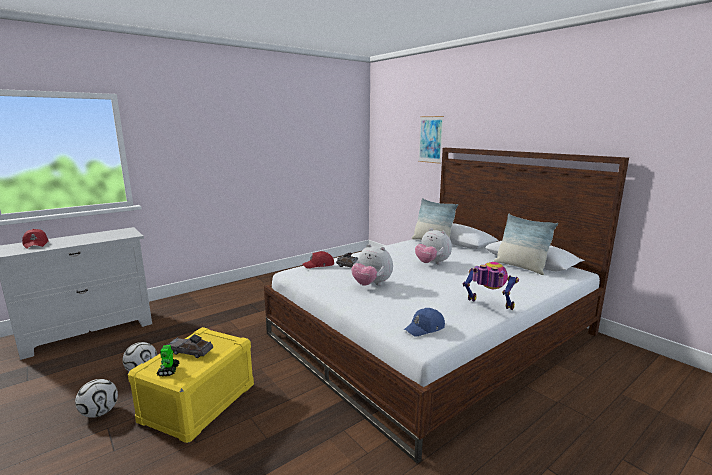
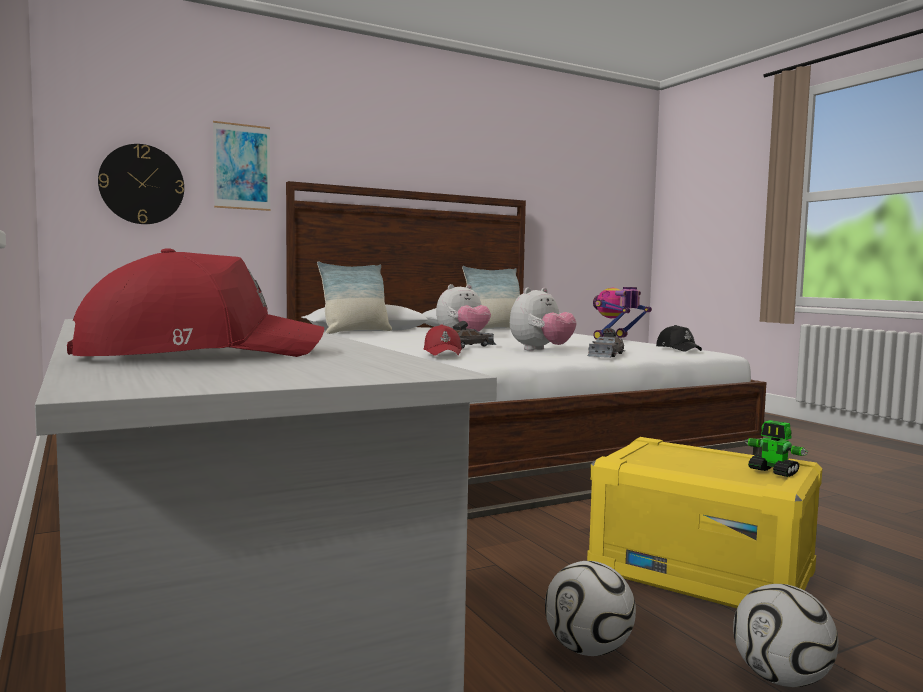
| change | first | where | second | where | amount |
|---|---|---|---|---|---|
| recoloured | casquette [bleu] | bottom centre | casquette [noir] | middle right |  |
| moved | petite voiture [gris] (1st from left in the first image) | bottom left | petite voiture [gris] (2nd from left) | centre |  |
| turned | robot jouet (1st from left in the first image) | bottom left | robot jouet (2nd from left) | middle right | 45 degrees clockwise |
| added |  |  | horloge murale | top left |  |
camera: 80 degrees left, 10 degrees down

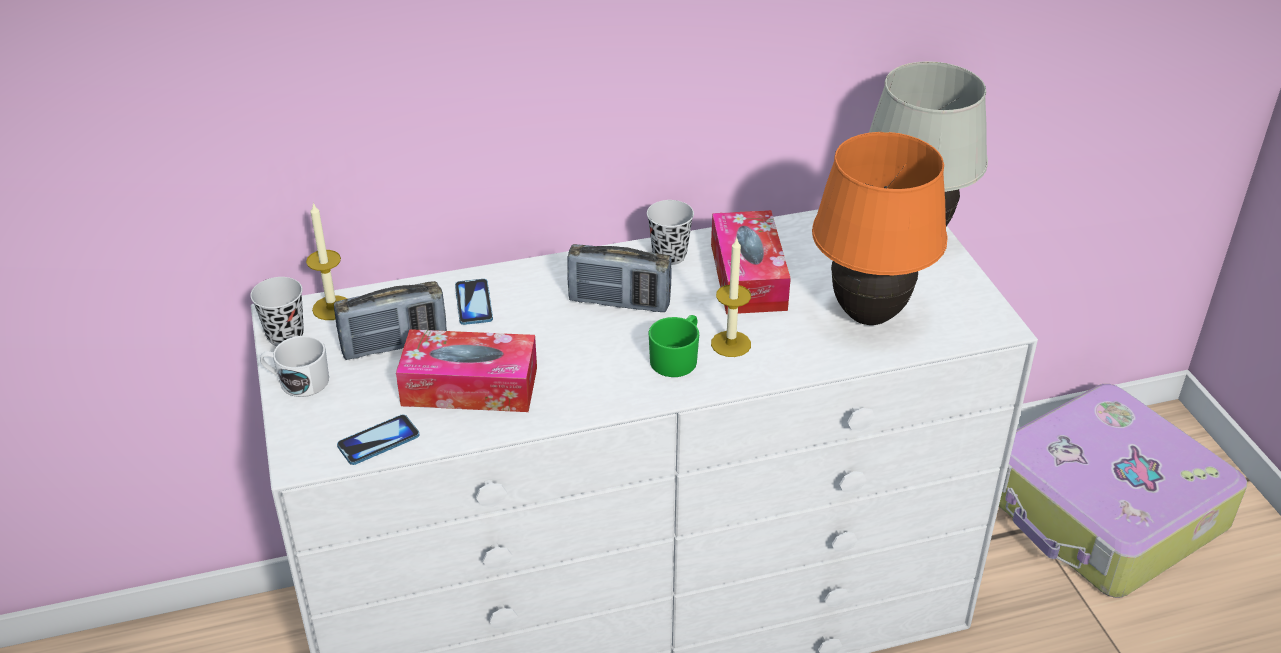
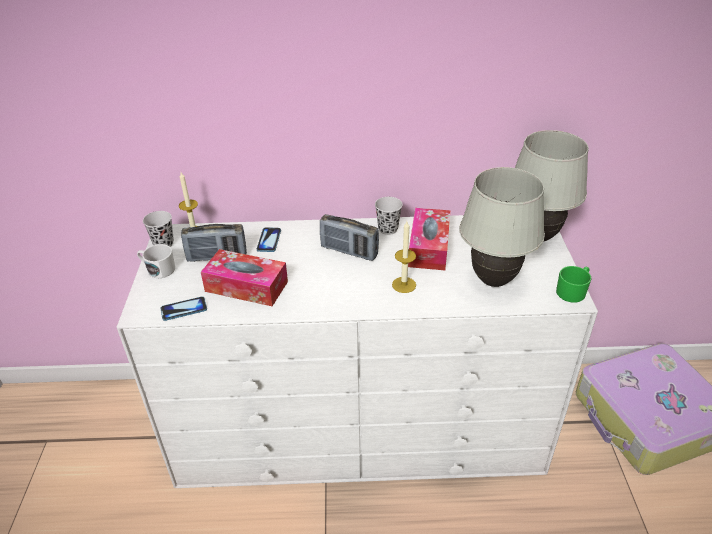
| change | first | where | second | where | amount |
|---|---|---|---|---|---|
| recoloured | lampe de table [orange] | middle right | lampe de table [blanc] (1st from left) | middle right |  |
| moved | mug [vert] | centre |  | middle right |  |
camera: 15 degrees right, 0 degrees up

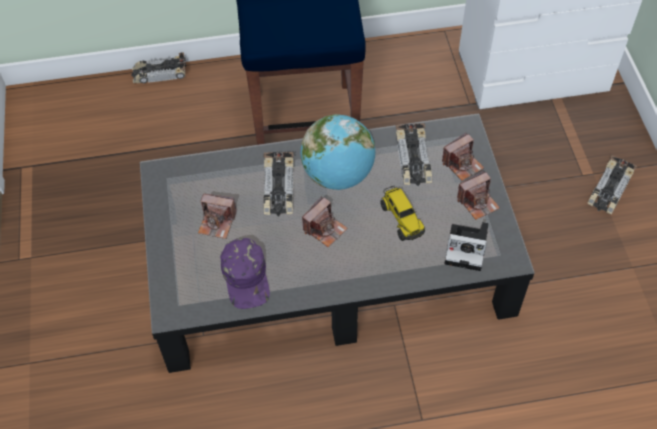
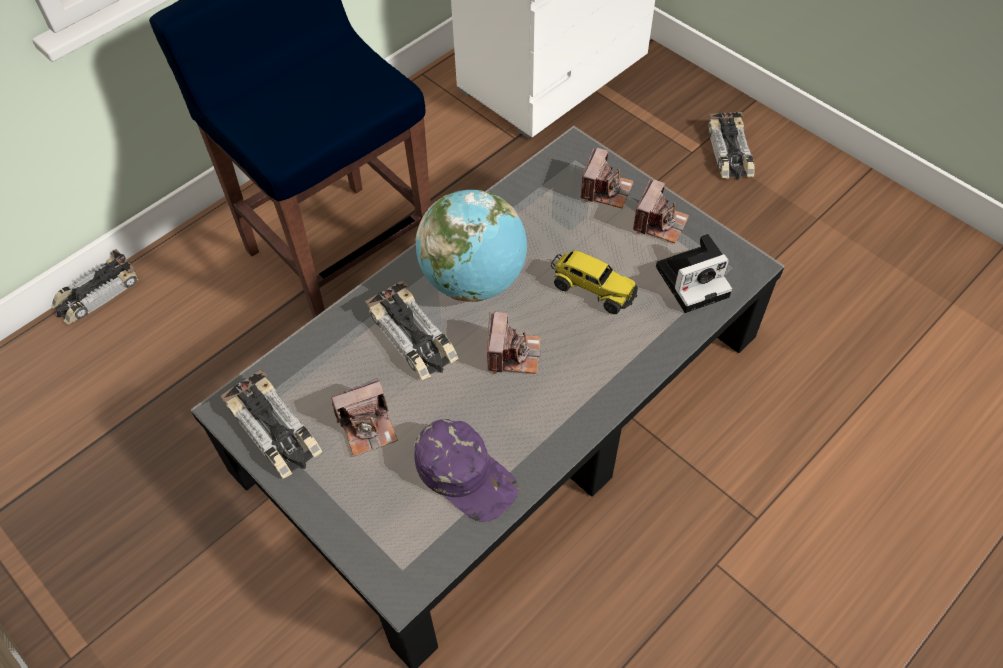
| change | first | where | second | where | amount |
|---|---|---|---|---|---|
| moved | petite voiture (3rd from left in the first image) | centre | petite voiture (2nd from left) | middle left |  |
camera: 35 degrees left, 0 degrees up

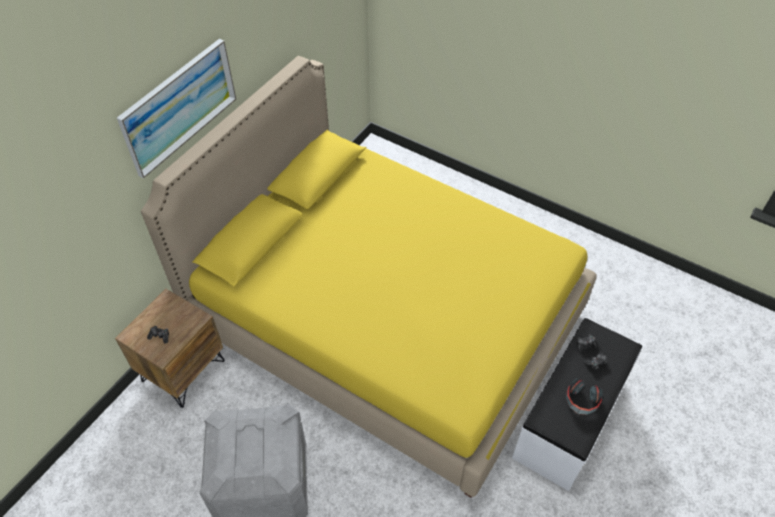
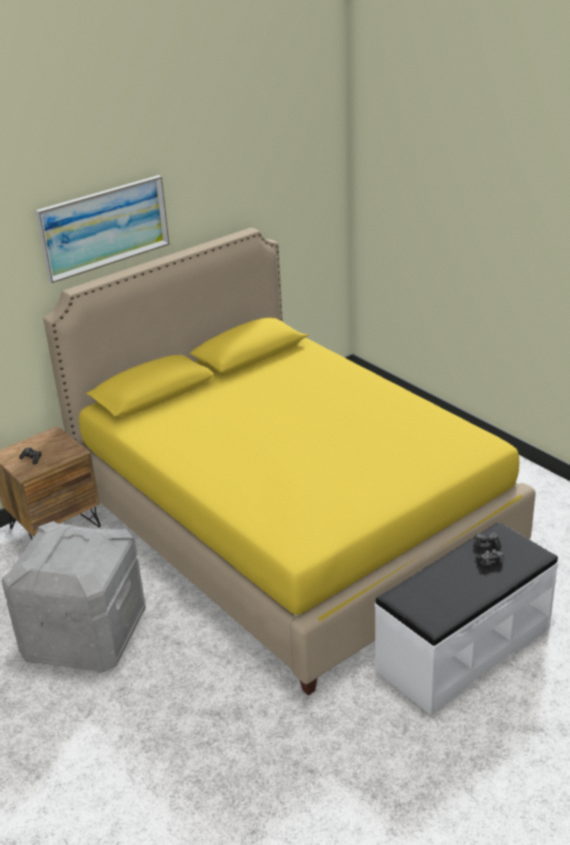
| change | first | where | second | where | amount |
|---|---|---|---|---|---|
| removed | casque audio | bottom right |  |  |  |
camera: 20 degrees right, 20 degrees down

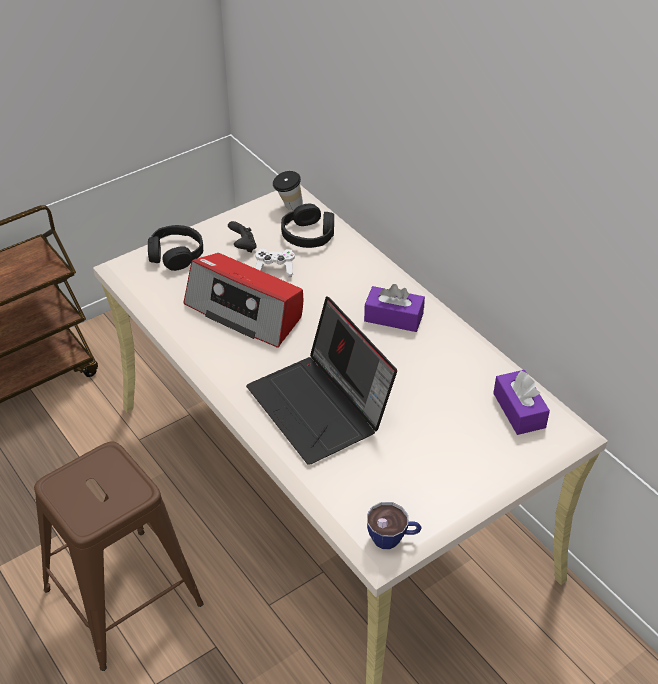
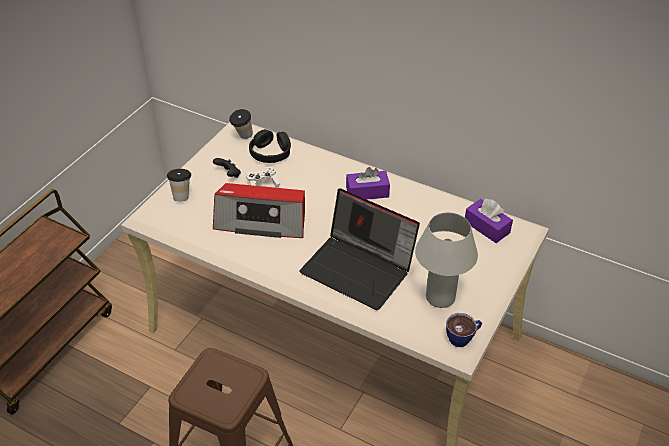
| change | first | where | second | where | amount |
|---|---|---|---|---|---|
| replaced | casque audio [noir] (1st from left) | middle left | tasse (1st from left) | middle left |  |
| added |  |  | lampe de table [blanc] | middle right |  |
camera: 25 degrees left, 0 degrees up

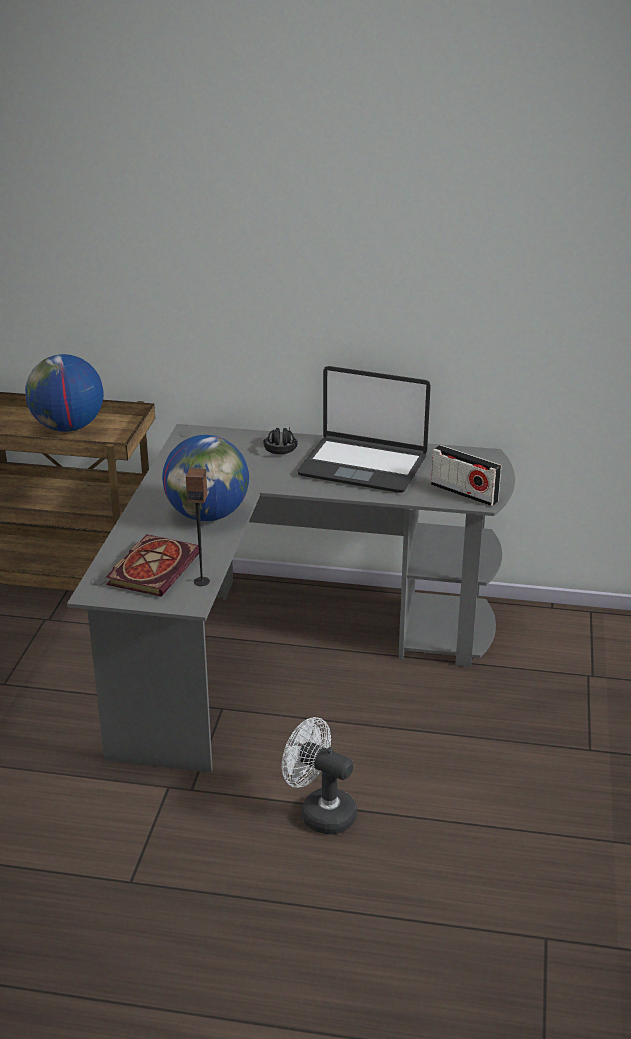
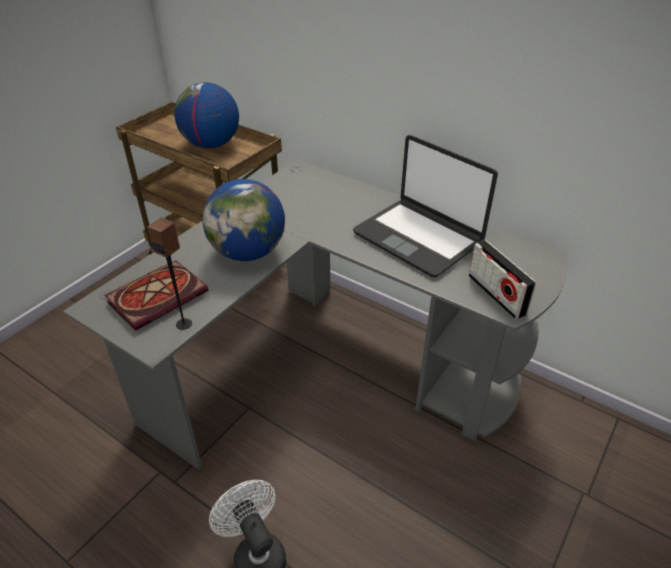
| change | first | where | second | where | amount |
|---|---|---|---|---|---|
| removed | casque audio [noir] | centre |  |  |  |
camera: 25 degrees right, 10 degrees up

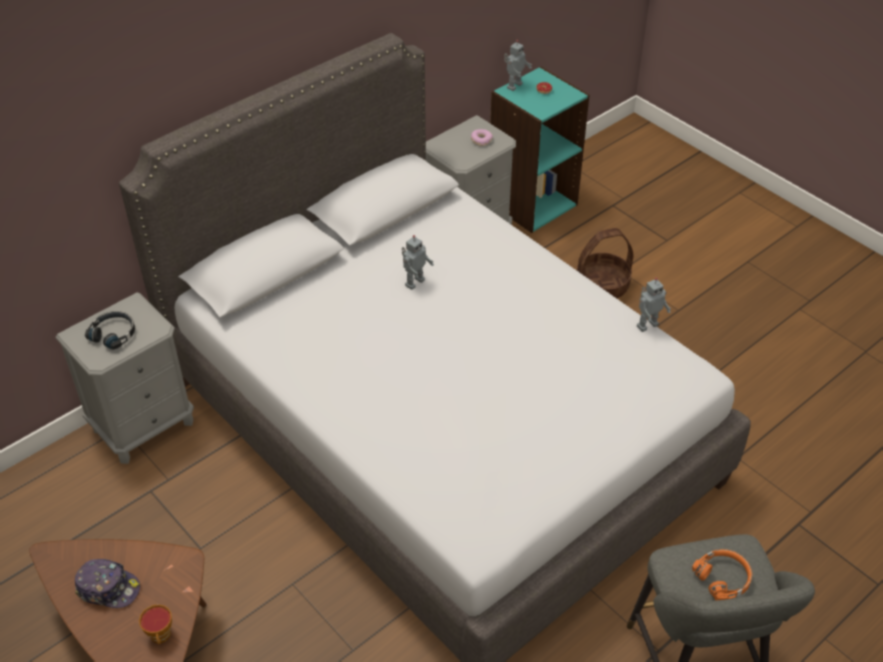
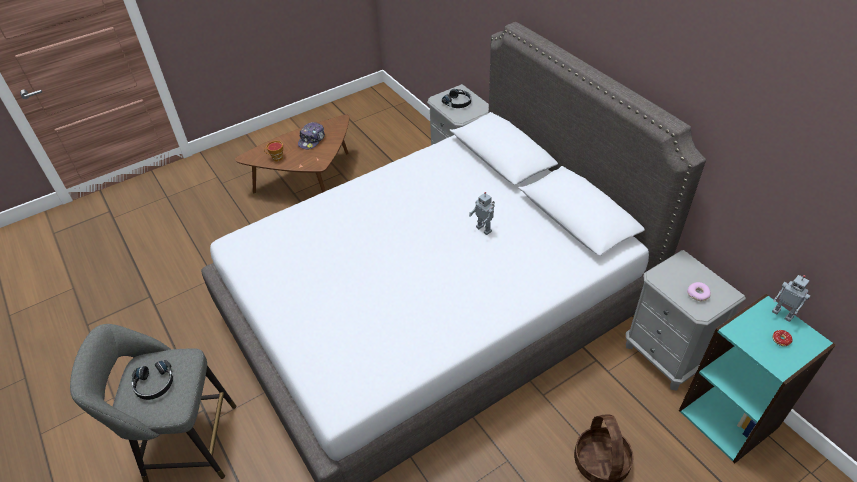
| change | first | where | second | where | amount |
|---|---|---|---|---|---|
| removed | robot jouet (3rd from left) | middle right |  |  |  |
| recoloured | casque audio [orange] | bottom right | casque audio [noir] (1st from left) | bottom left |  |
camera: 100 degrees right, 0 degrees up

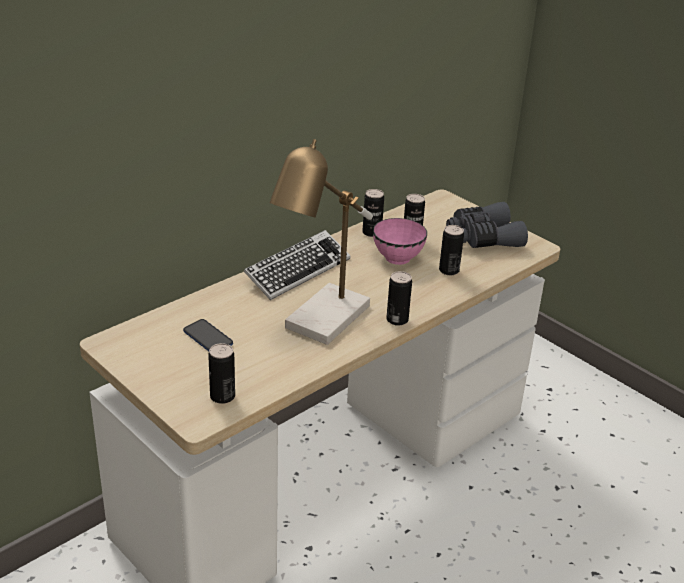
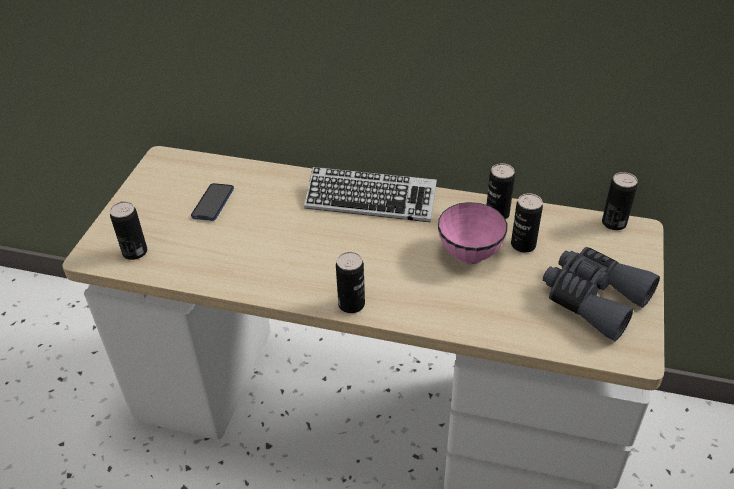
| change | first | where | second | where | amount |
|---|---|---|---|---|---|
| removed | lampe de table | centre |  |  |  |
| moved | boîte métallique (5th from left) | centre |  | middle right |  |
camera: 60 degrees right, 10 degrees up

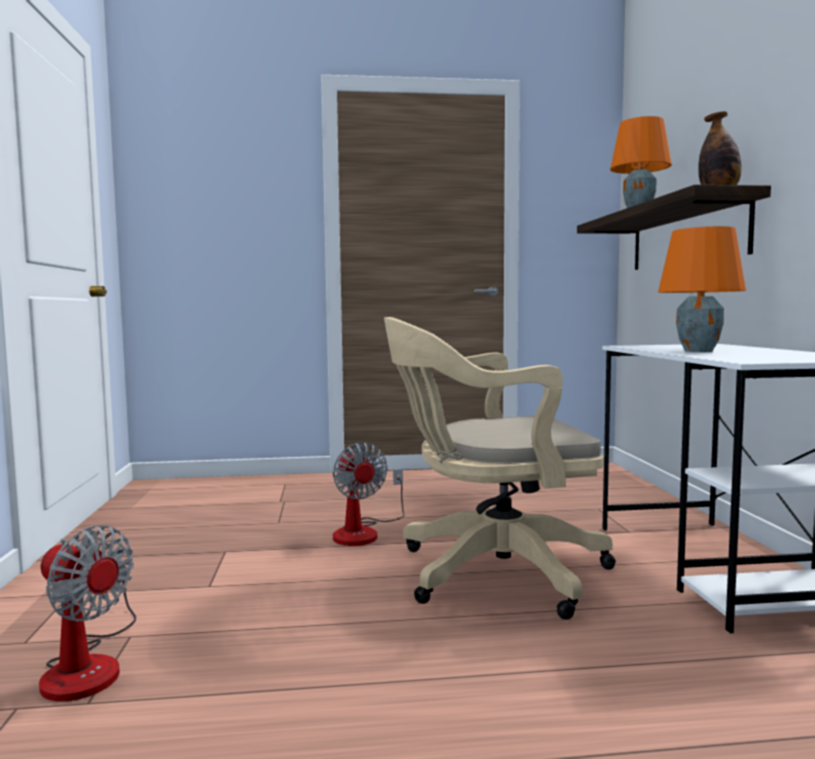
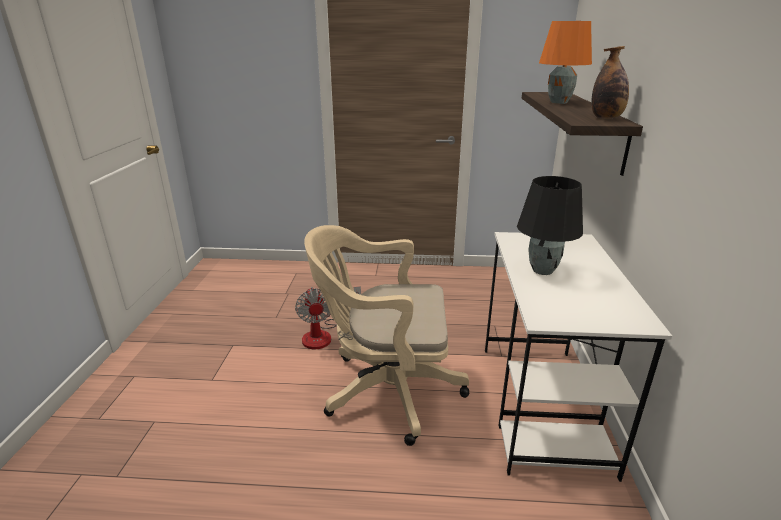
| change | first | where | second | where | amount |
|---|---|---|---|---|---|
| recoloured | lampe de table [orange] (2nd from left) | middle right | lampe de table [noir] | middle right |  |
| removed | ventilateur (1st from left) | bottom left |  |  |  |
camera: 10 degrees right, 20 degrees up

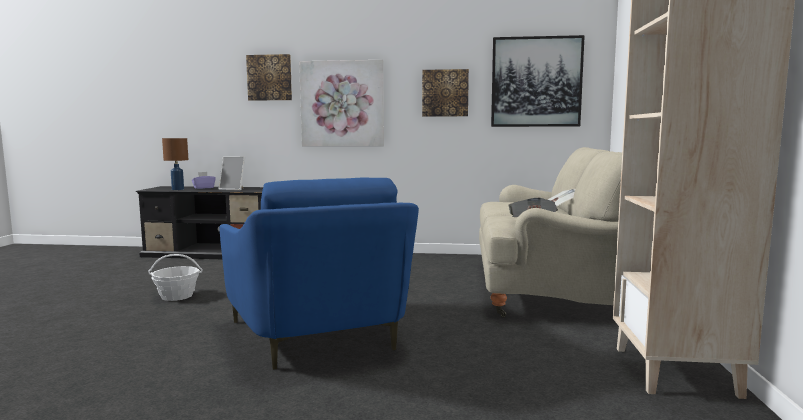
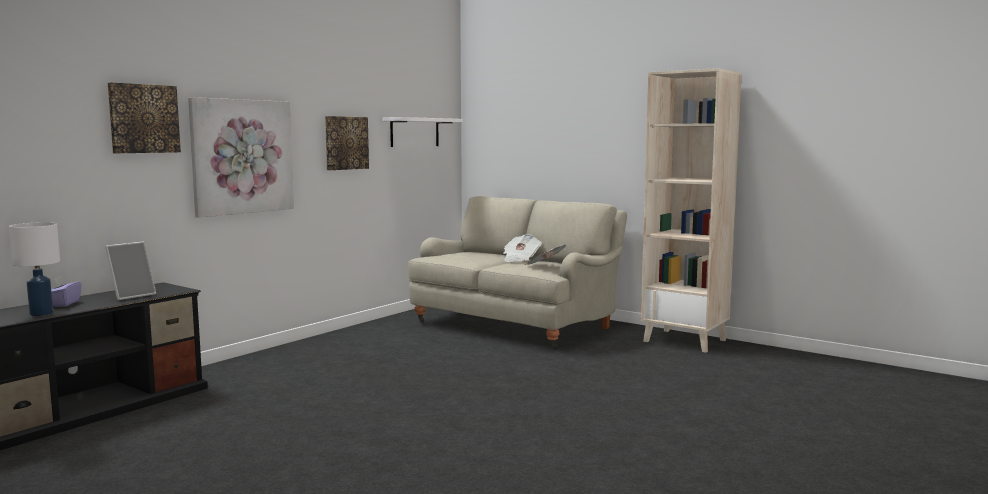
| change | first | where | second | where | amount |
|---|---|---|---|---|---|
| replaced | tableau (4th from left) | top right | étagère [blanc] | top centre |  |
| recoloured | lampe de table [marron] | middle left | lampe de table [blanc] | middle left |  |
| removed | fauteuil [bleu] | centre |  |  |  |
| removed | panier | middle left |  |  |  |
camera: 60 degrees left, 0 degrees up

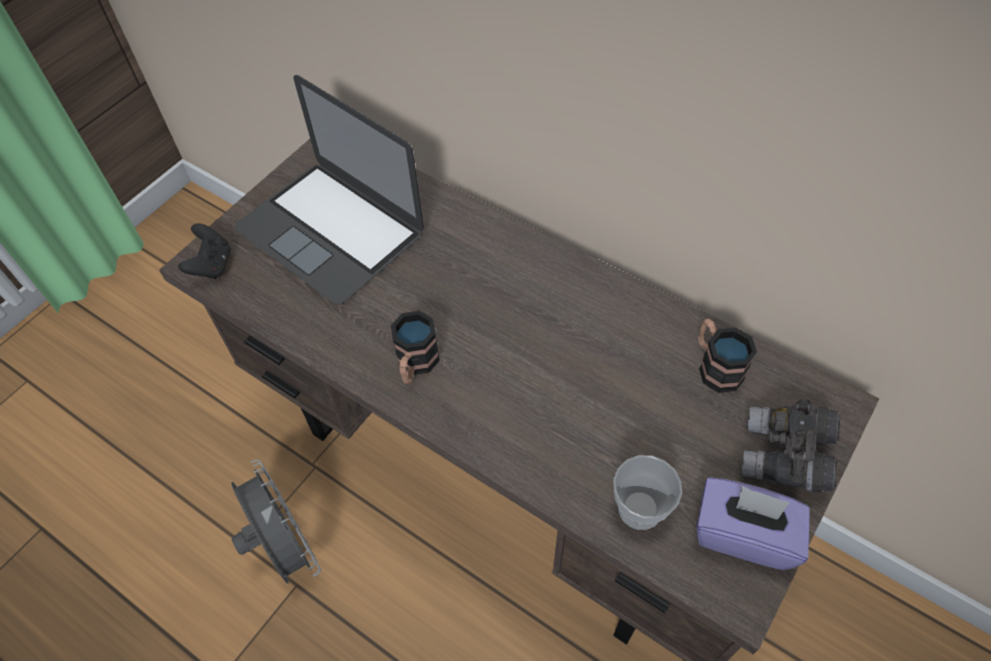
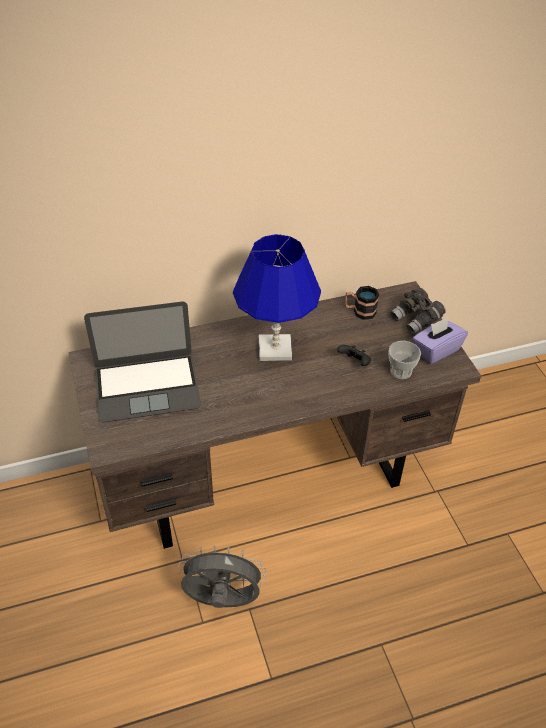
| change | first | where | second | where | amount |
|---|---|---|---|---|---|
| moved | manette [noir] | middle left |  | centre |  |
| removed | mug (1st from left) | centre |  |  |  |
| added |  |  | lampe de table [bleu] | centre |  |
camera: 55 degrees left, 10 degrees down

